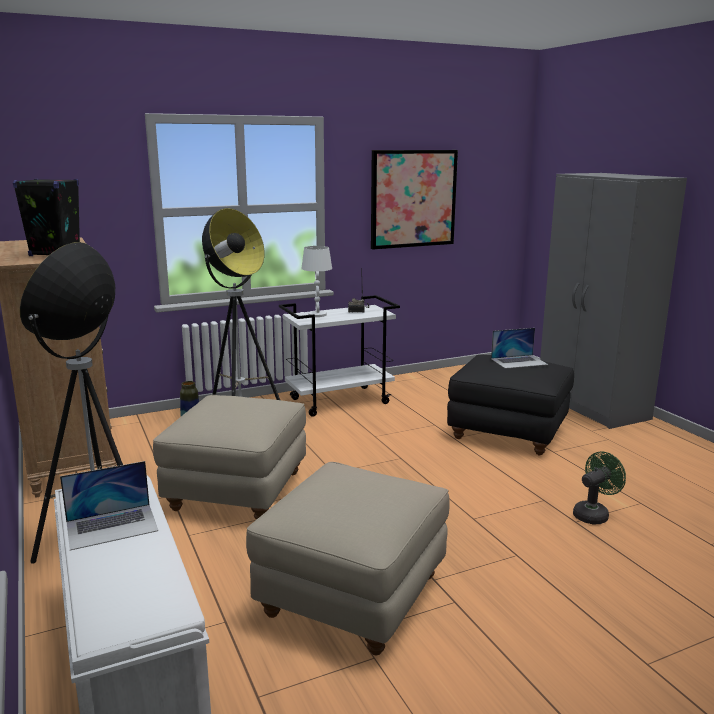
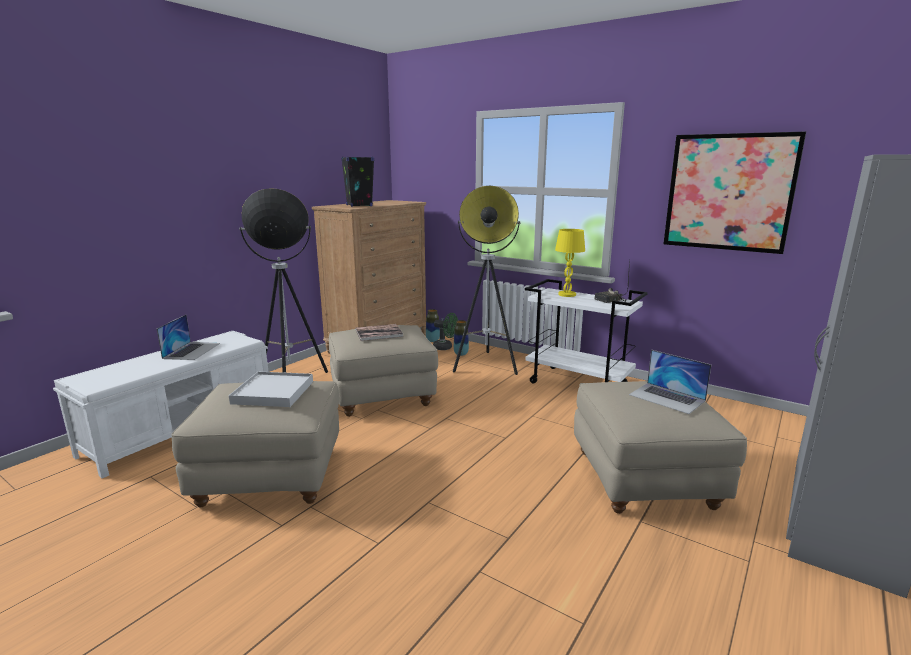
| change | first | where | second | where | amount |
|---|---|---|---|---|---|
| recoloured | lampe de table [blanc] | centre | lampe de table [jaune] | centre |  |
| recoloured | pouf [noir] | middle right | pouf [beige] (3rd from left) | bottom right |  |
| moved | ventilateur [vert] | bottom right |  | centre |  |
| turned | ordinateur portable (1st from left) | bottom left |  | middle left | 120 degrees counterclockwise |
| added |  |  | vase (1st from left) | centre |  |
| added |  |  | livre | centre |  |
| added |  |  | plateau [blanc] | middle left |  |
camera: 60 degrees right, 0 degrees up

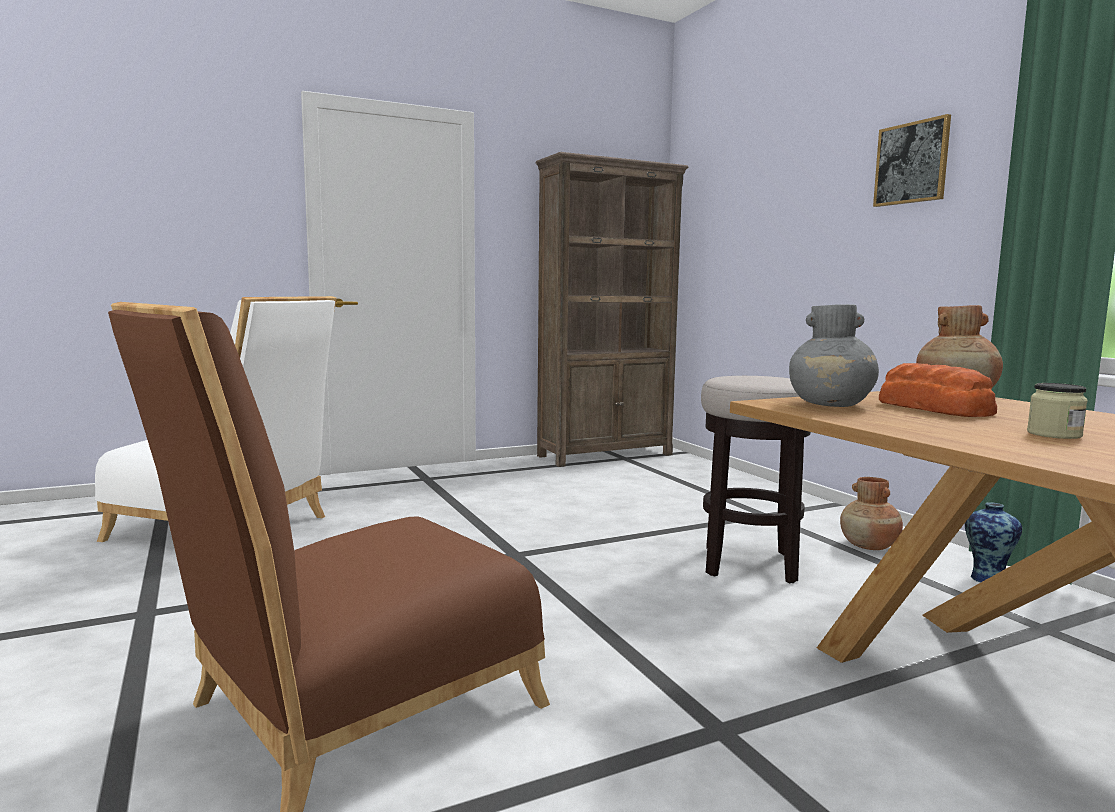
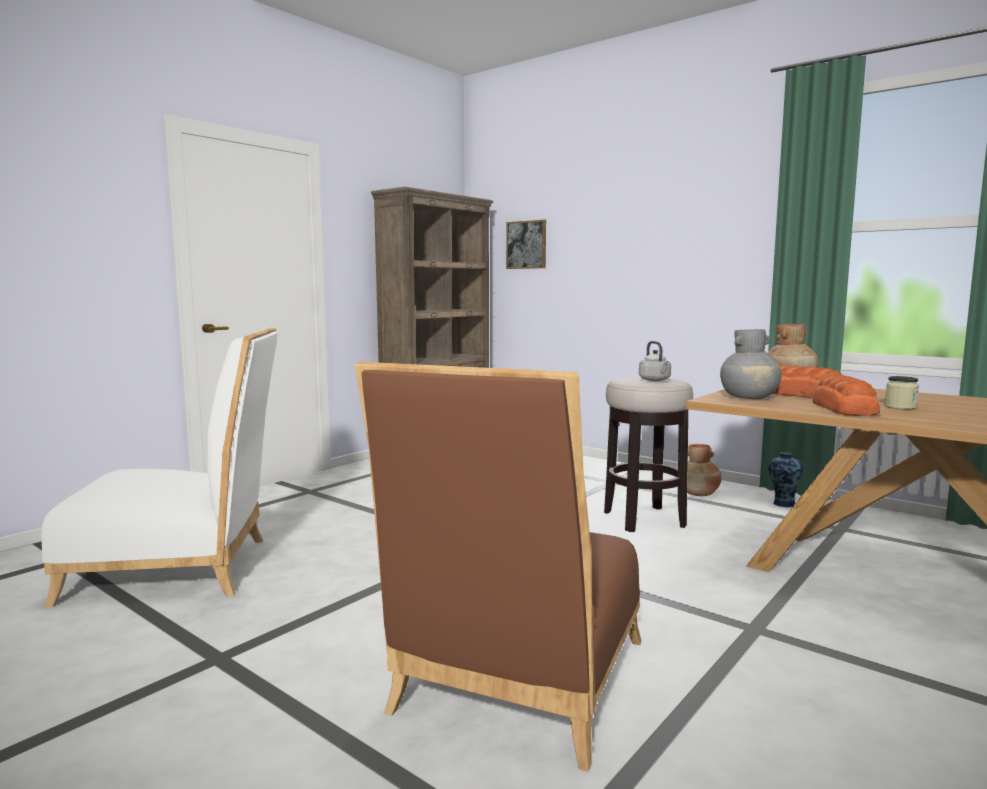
| change | first | where | second | where | amount |
|---|---|---|---|---|---|
| moved | tableau | top right |  | top centre |  |
| added |  |  | bouilloire [gris] | centre |  |
| added |  |  | pain (2nd from left) | middle right |  |
camera: 25 degrees left, 0 degrees up

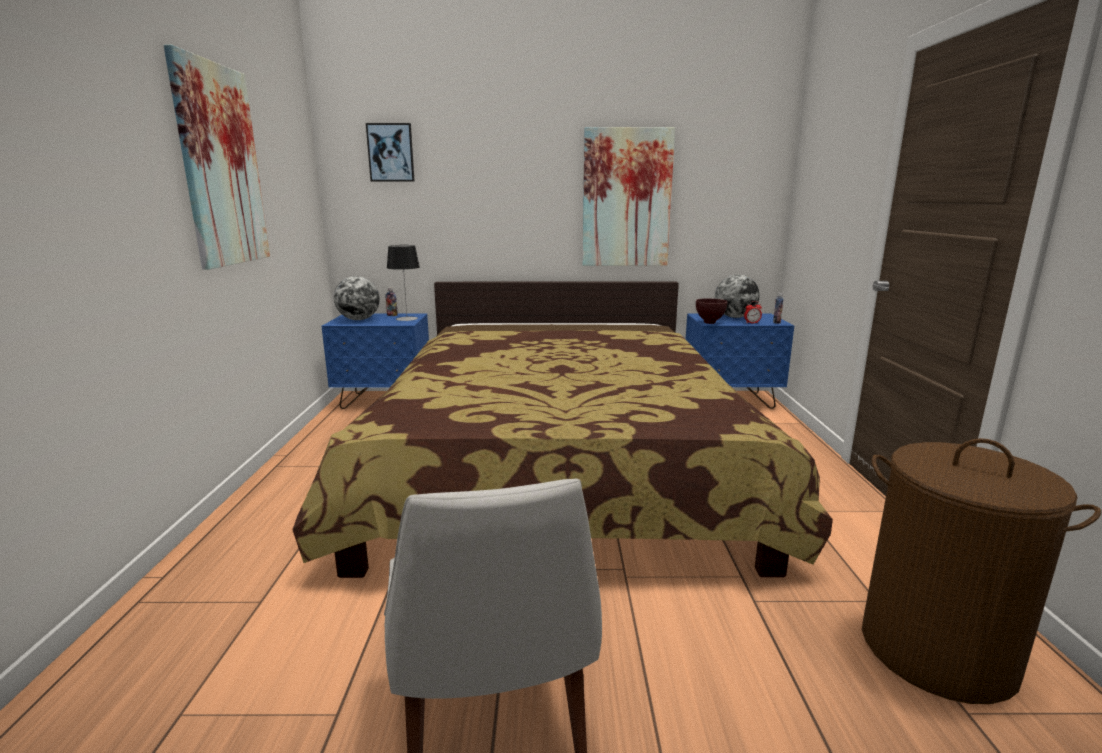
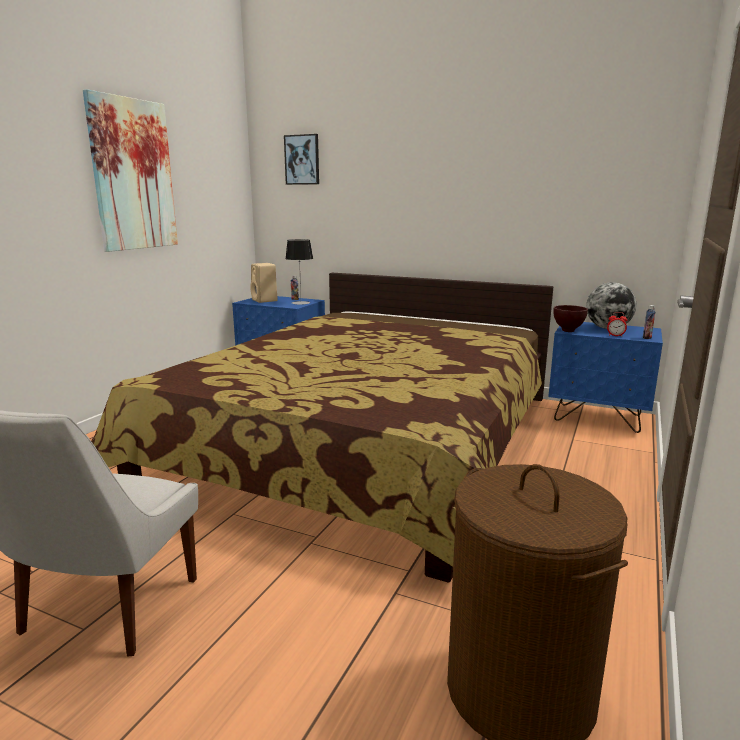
| change | first | where | second | where | amount |
|---|---|---|---|---|---|
| removed | tableau (3rd from left) | top centre |  |  |  |
| replaced | globe (1st from left) | middle left | enceinte [beige] | centre |  |
camera: 25 degrees right, 0 degrees up

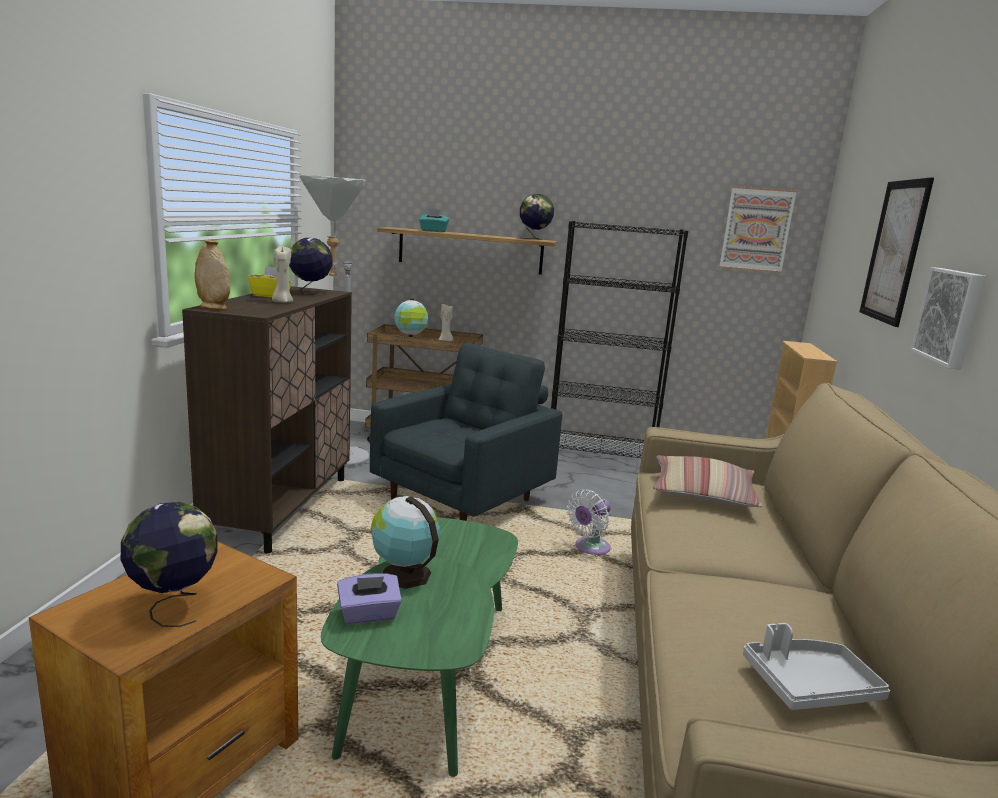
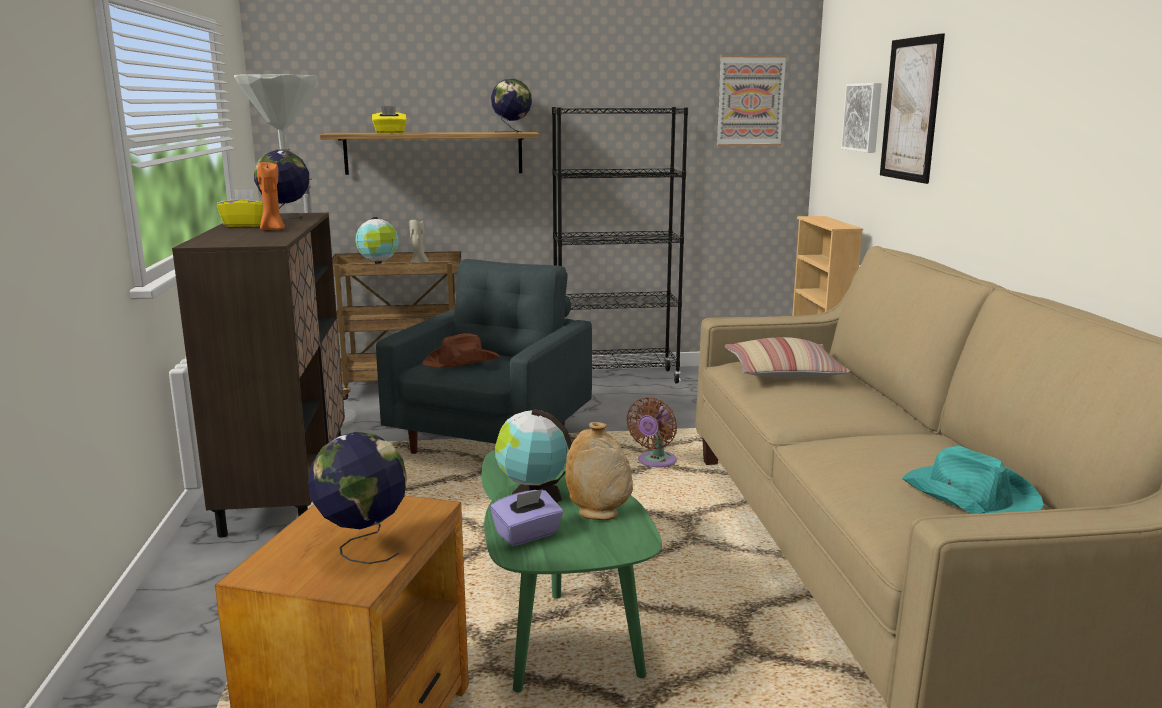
| change | first | where | second | where | amount |
|---|---|---|---|---|---|
| recoloured | boîte à mouchoirs [turquoise] | top centre | boîte à mouchoirs [jaune] (2nd from left) | top centre |  |
| moved | vase [beige] | middle left |  | centre |  |
| recoloured | bougie [beige] (1st from left) | middle left | bougie [orange] | top left |  |
| moved | tableau (3rd from left in the first image) | middle right | tableau (2nd from left) | top right |  |
| recoloured | ventilateur [blanc] | centre | ventilateur [marron] | centre |  |
| replaced | plateau [gris] | bottom right | chapeau [turquoise] | bottom right |  |
| added |  |  | chapeau [marron] | centre |  |
camera: 15 degrees left, 0 degrees up

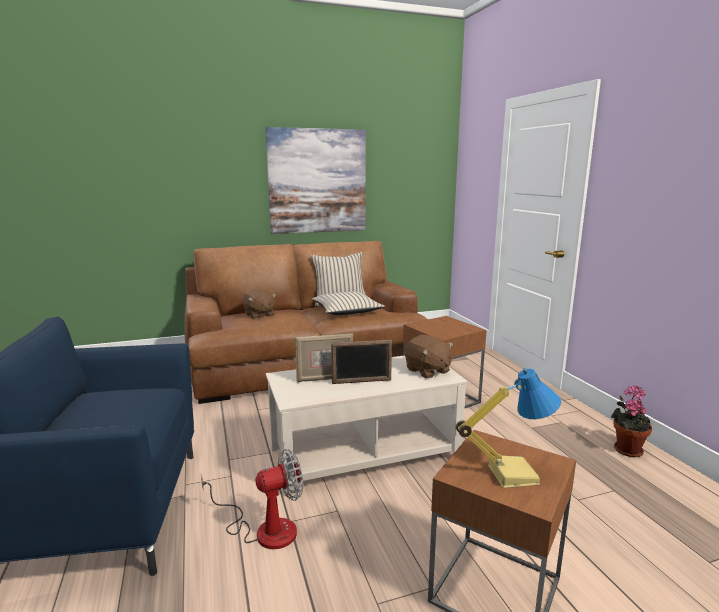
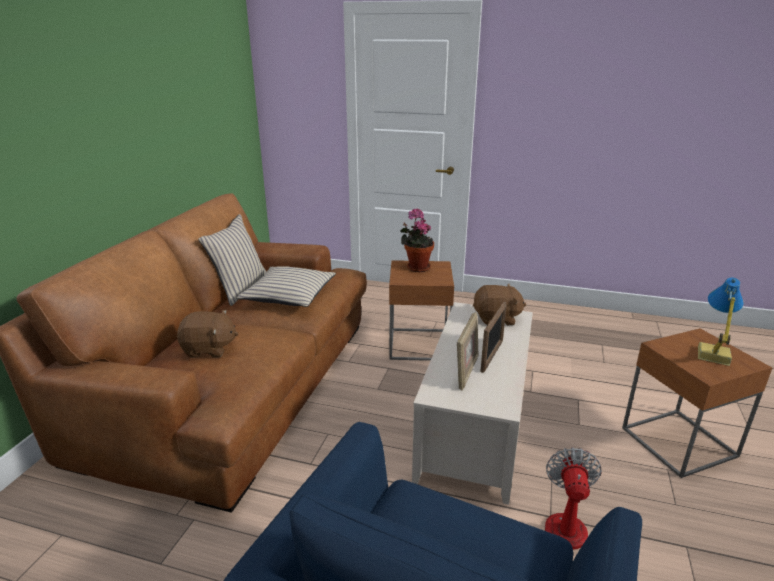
| change | first | where | second | where | amount |
|---|---|---|---|---|---|
| removed | tableau | top centre |  |  |  |
| moved | plante en pot | bottom right |  | centre |  |
camera: 55 degrees left, 10 degrees up

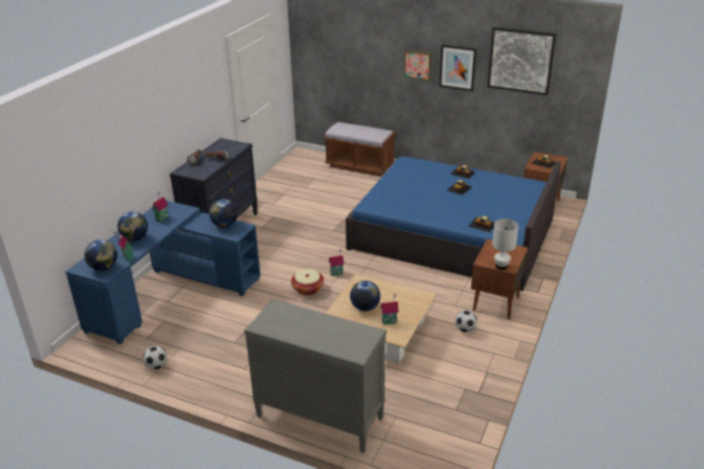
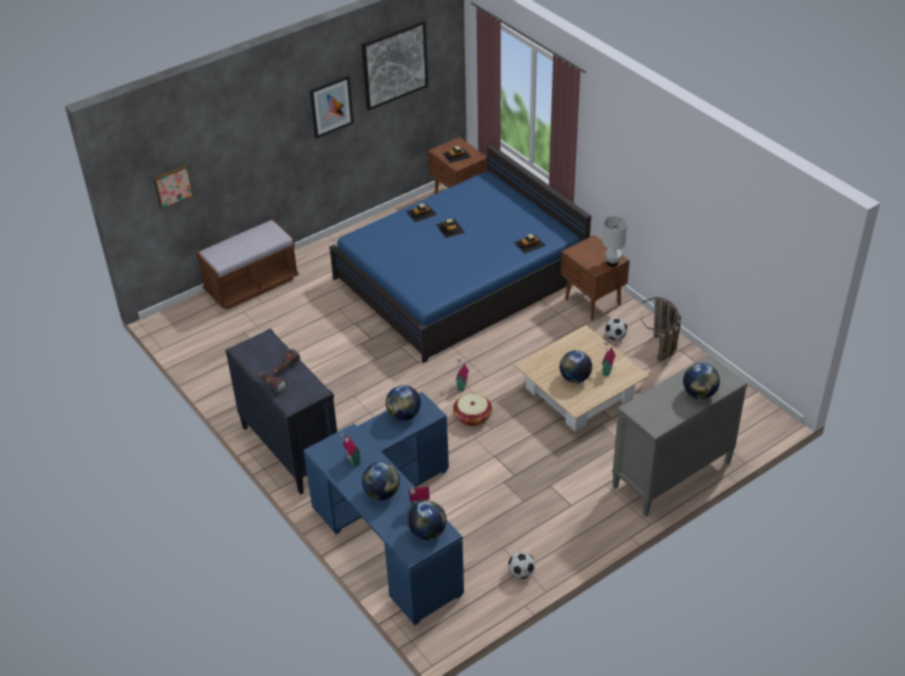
| change | first | where | second | where | amount |
|---|---|---|---|---|---|
| moved | tableau (1st from left) | top centre |  | top left |  |
| added |  |  | panier (2nd from left) | middle right |  |
| added |  |  | globe (5th from left) | middle right |  |
camera: 60 degrees left, 10 degrees up

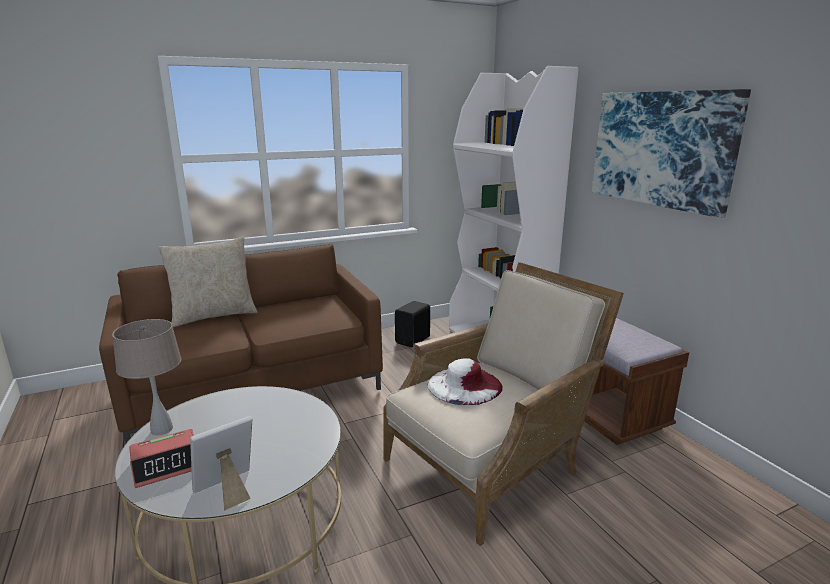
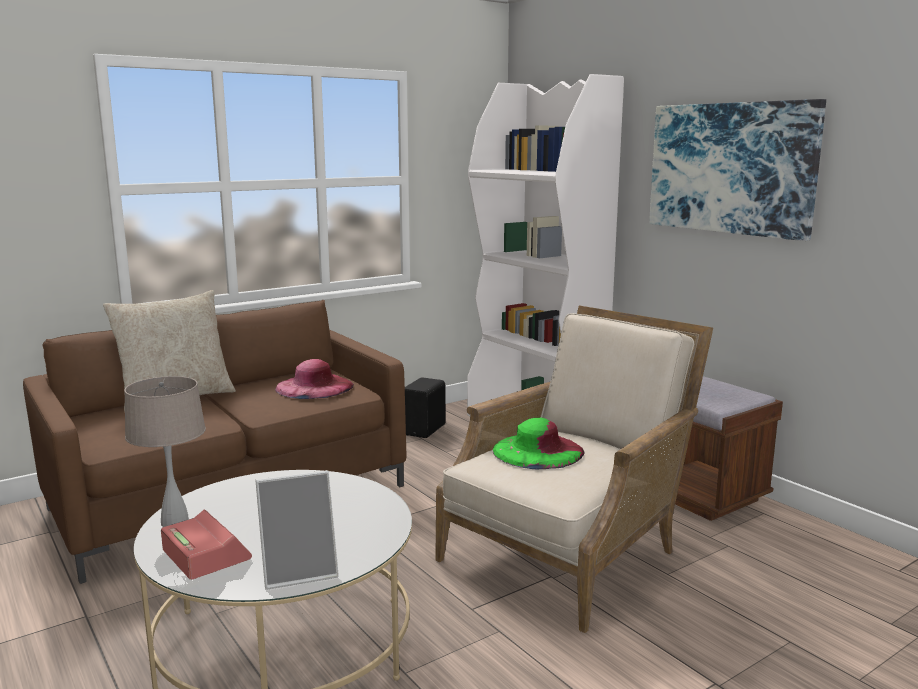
| change | first | where | second | where | amount |
|---|---|---|---|---|---|
| recoloured | chapeau [blanc] | centre | chapeau [vert] | centre |  |
| turned | cadre photo | bottom left |  | bottom left | 150 degrees counterclockwise |
| turned | réveil | bottom left |  | bottom left | 90 degrees counterclockwise |
| added |  |  | chapeau [rose] | centre |  |
camera: 10 degrees left, 5 degrees down

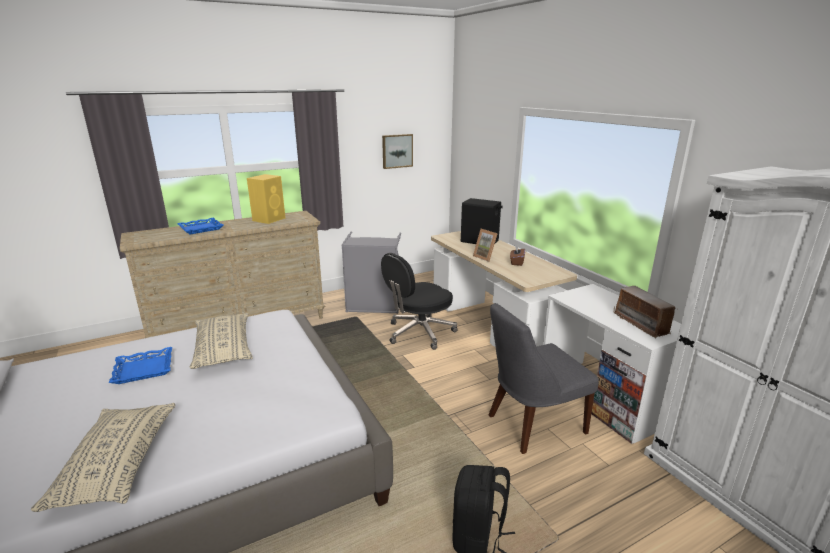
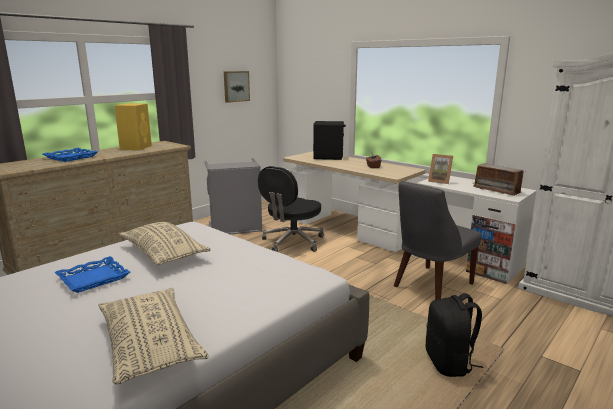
| change | first | where | second | where | amount |
|---|---|---|---|---|---|
| moved | cadre photo | centre |  | middle right |  |
camera: 20 degrees left, 5 degrees down

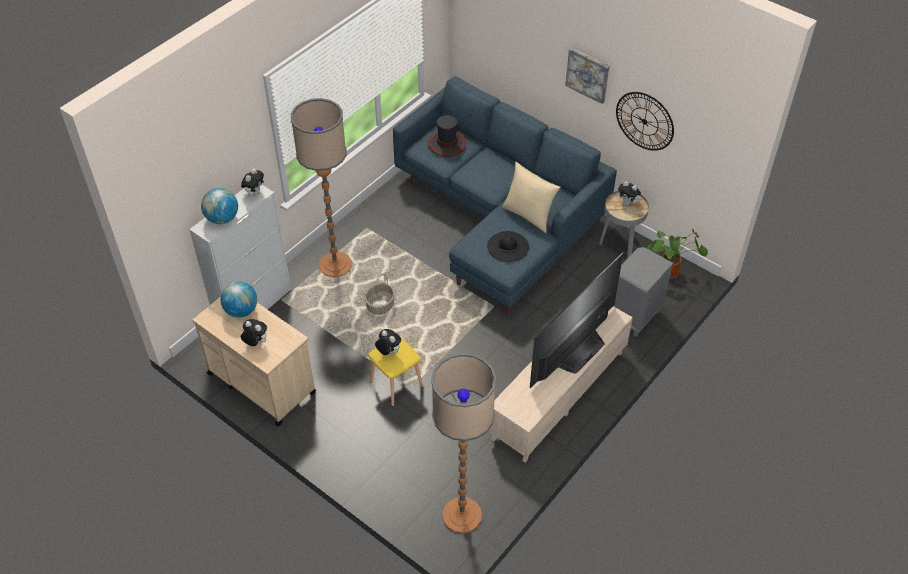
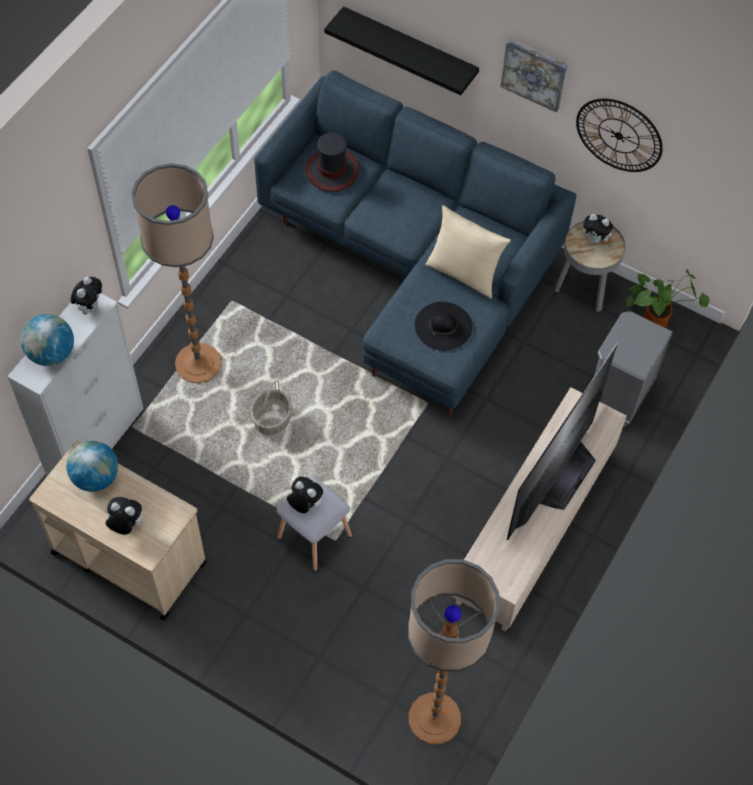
| change | first | where | second | where | amount |
|---|---|---|---|---|---|
| recoloured | tabouret [jaune] | centre | tabouret [gris] | bottom centre |  |
| added |  |  | étagère [noir] | top centre |  |
camera: 10 degrees left, 10 degrees up

